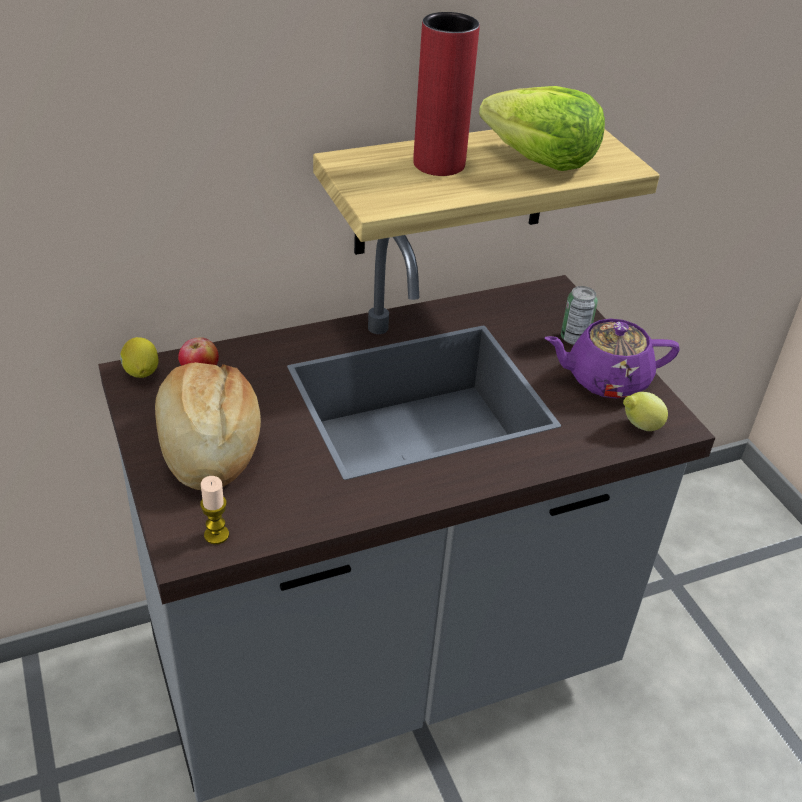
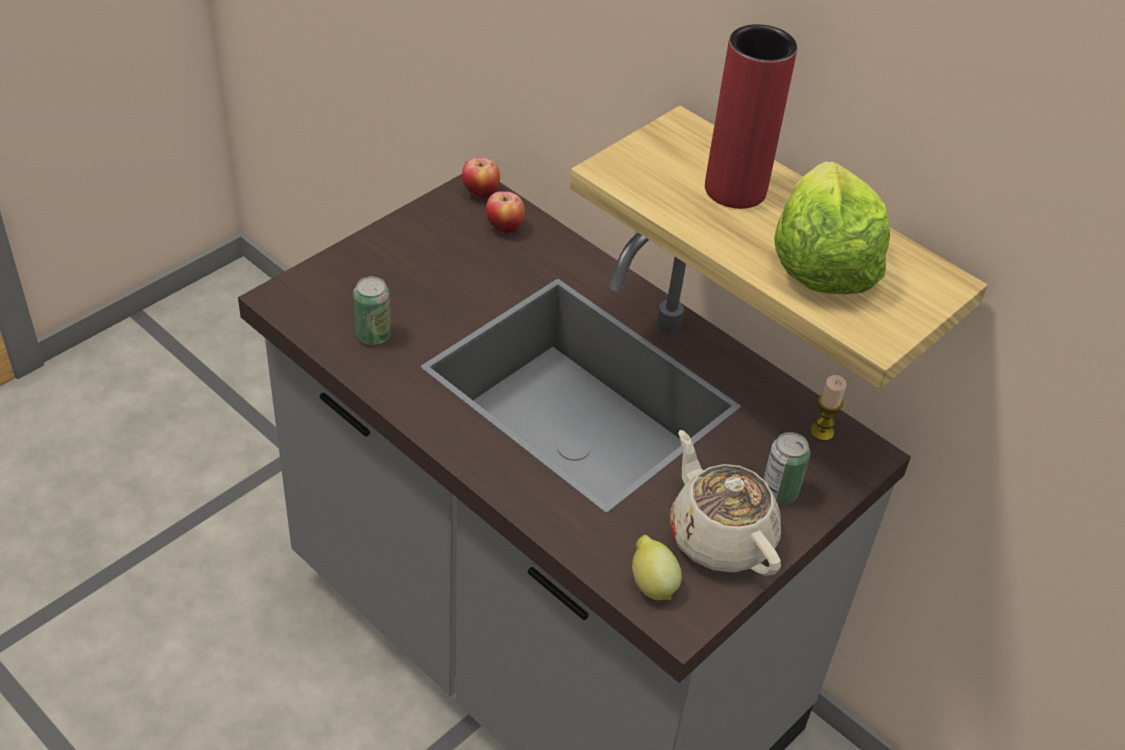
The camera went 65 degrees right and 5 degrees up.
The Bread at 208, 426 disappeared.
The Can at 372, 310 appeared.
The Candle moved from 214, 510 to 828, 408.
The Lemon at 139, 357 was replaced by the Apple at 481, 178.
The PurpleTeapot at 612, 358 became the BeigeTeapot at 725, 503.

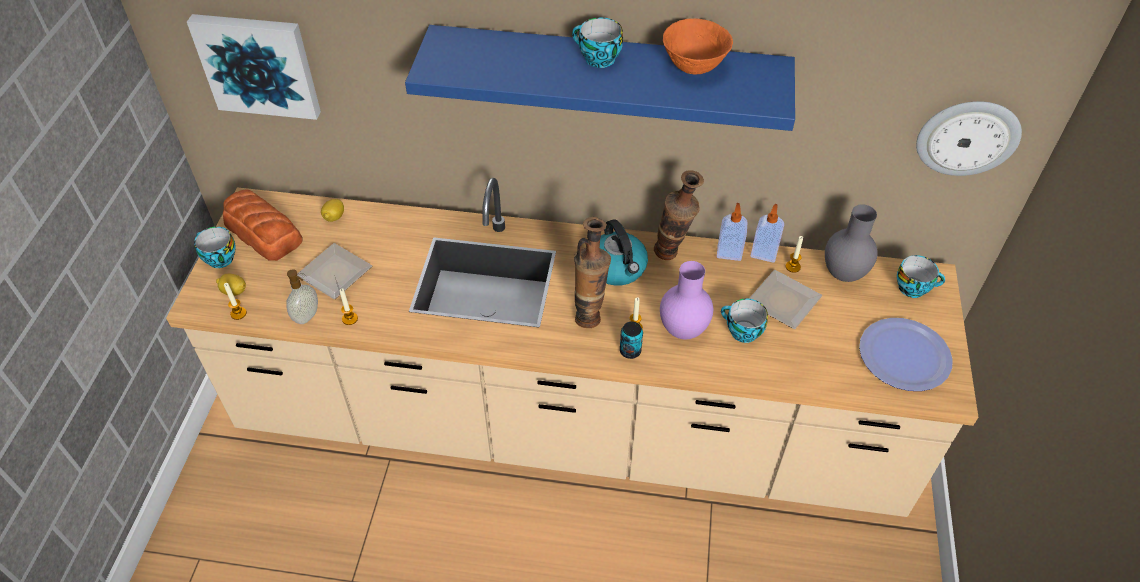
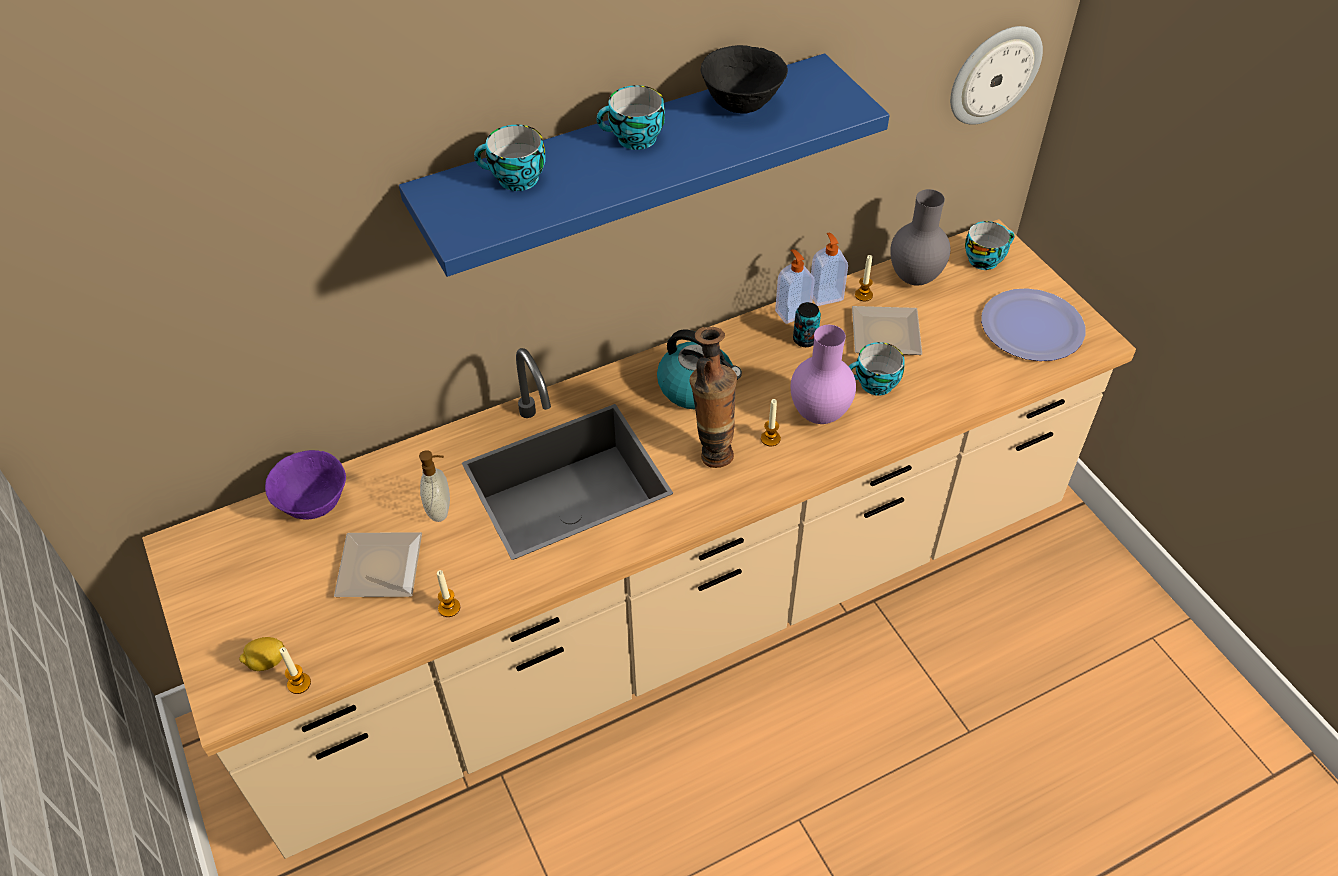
The camera went 35 degrees left and 0 degrees up.
The Picture at 254, 67 disappeared.
The Bread at 262, 225 disappeared.
The Vase at 679, 215 disappeared.
The Cup moved from 215, 247 to 510, 158.
The SoapDispenser moved from 302, 296 to 434, 486.
The Can moved from 631, 340 to 807, 324.
The Lemon at 332, 210 was replaced by the PurpleBowl at 305, 485.
The OrangeBowl at 698, 46 became the BlackBowl at 744, 79.

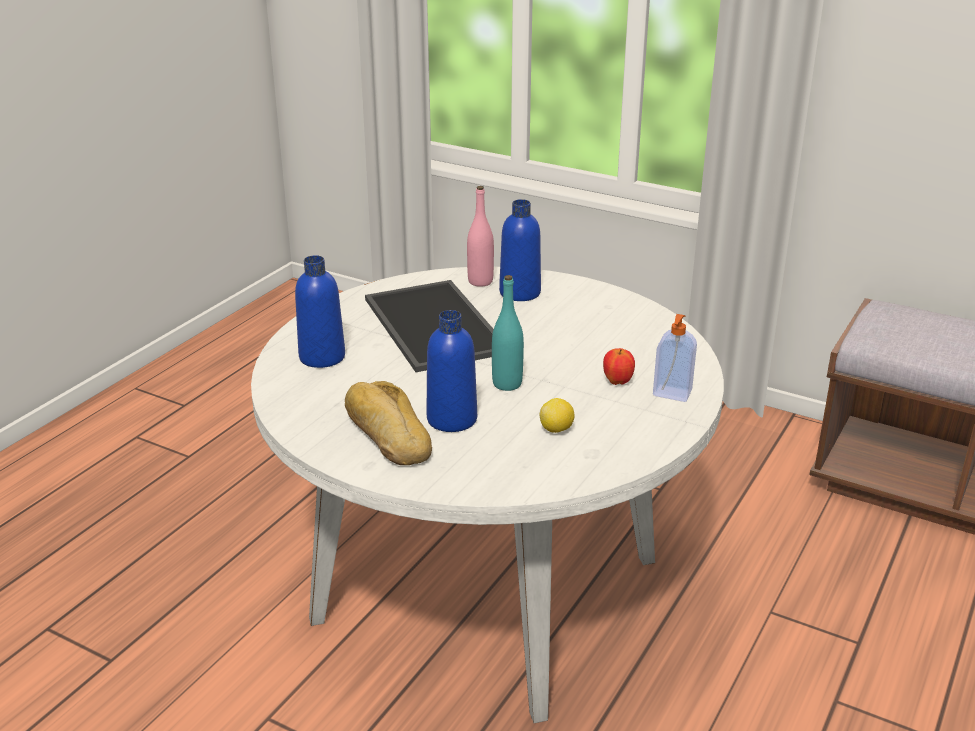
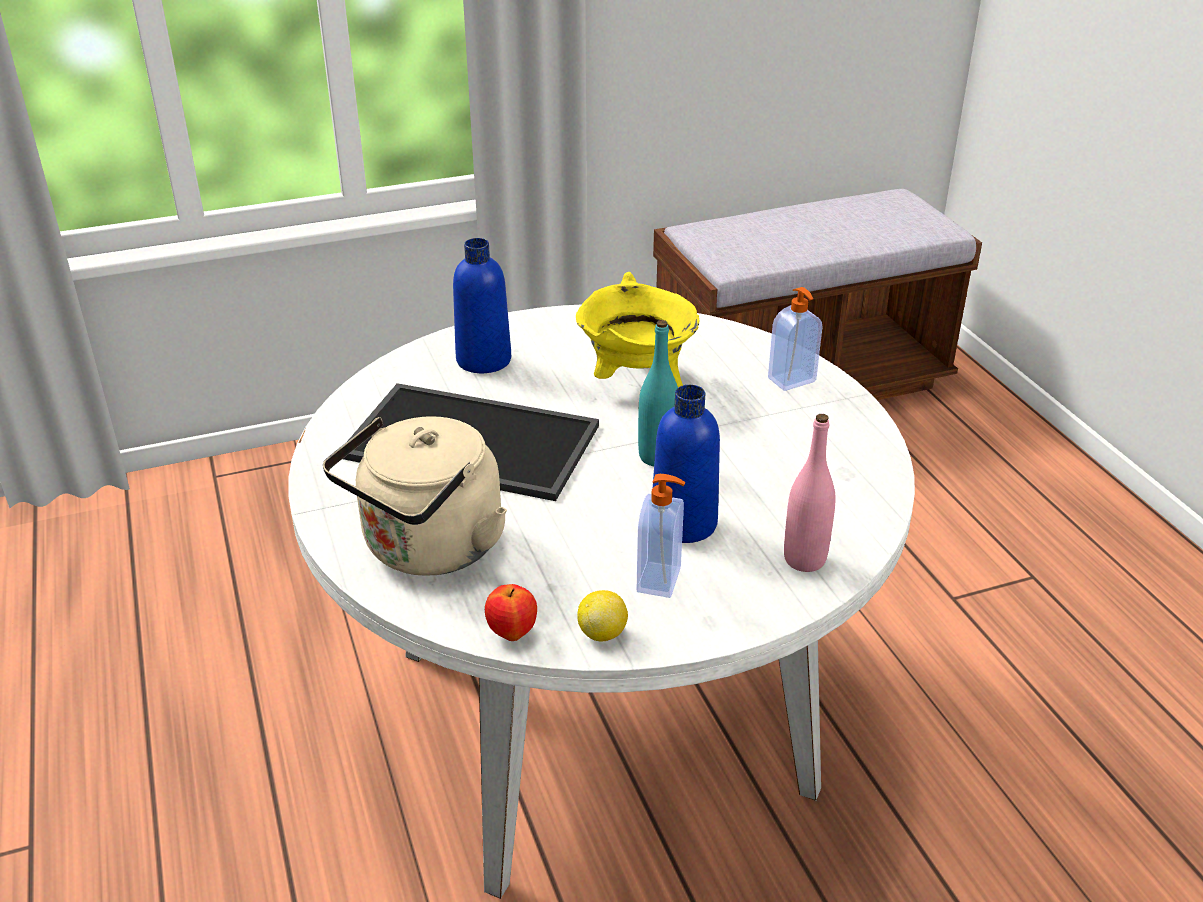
The camera went 50 degrees left and 5 degrees up.
The YellowCookingPot at 637, 329 appeared.
The PinkBottle moved from 480, 236 to 809, 493.
The Lemon moved from 557, 415 to 602, 615.
The Apple moved from 619, 366 to 511, 612.
The BlueBottle at 320, 311 was replaced by the BeigeKettle at 415, 496.
The Bread at 388, 423 was replaced by the SoapDispenser at 661, 536.

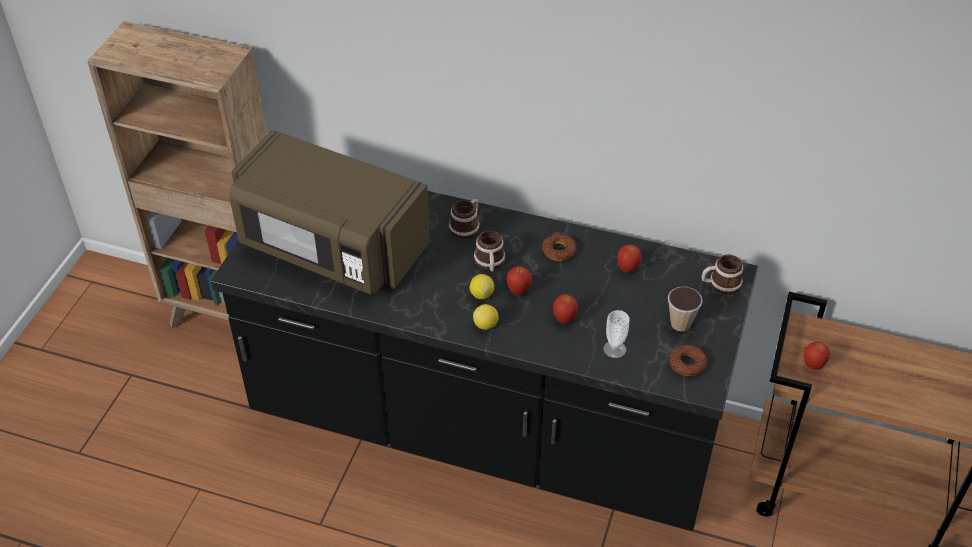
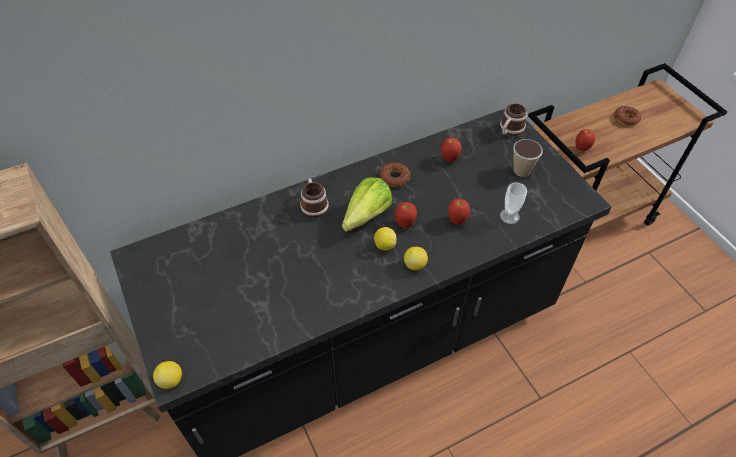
The camera went 45 degrees left and 5 degrees up.
The BrownMicrowave at 329, 212 disappeared.
The Lemon at 167, 375 appeared.
The Donut moved from 688, 360 to 627, 116.
The Mug at 489, 251 was replaced by the Lettuce at 367, 205.

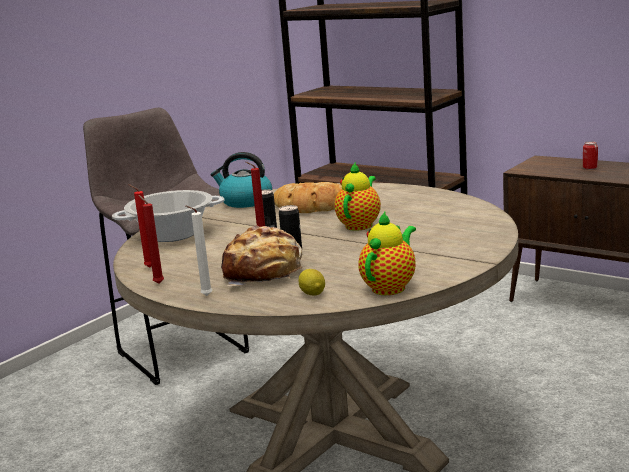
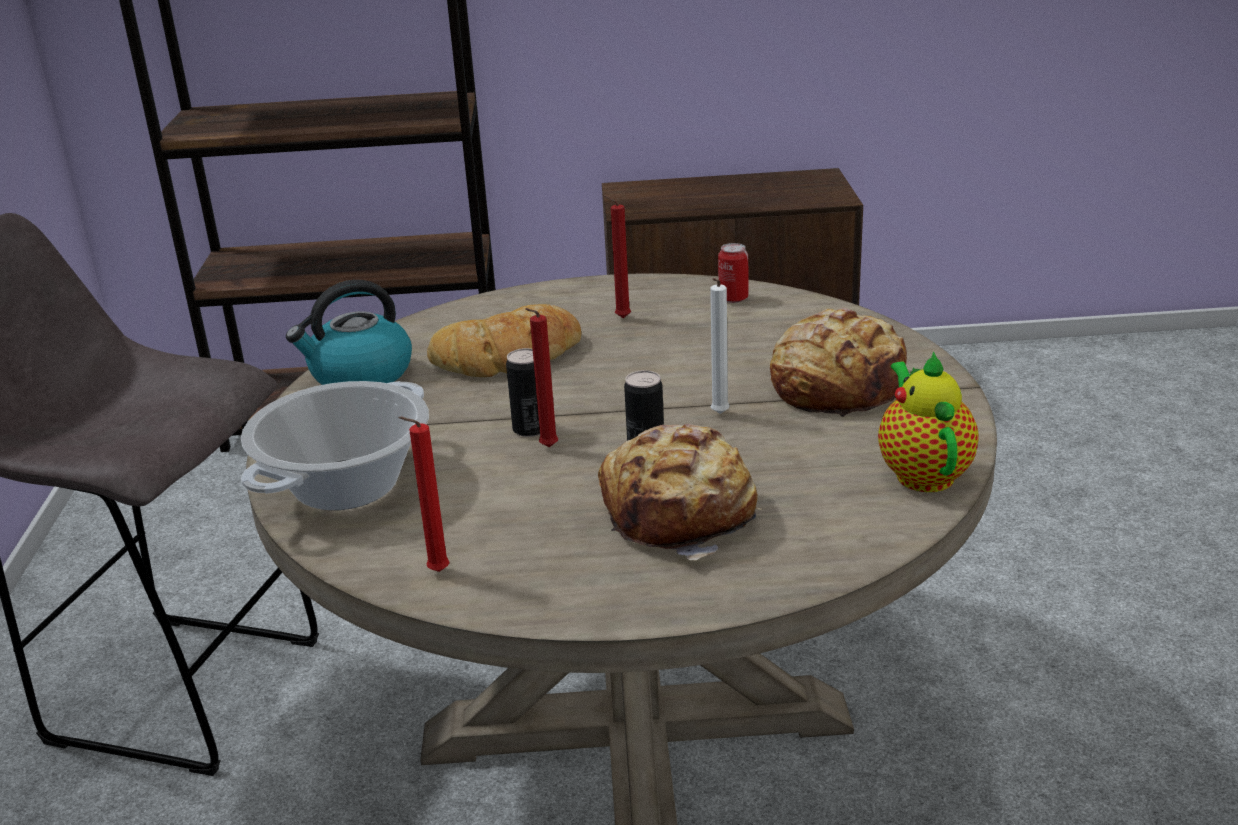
The camera went 40 degrees left and 10 degrees up.
The Lemon at 312, 282 disappeared.
The Teapot at 357, 196 disappeared.
The Bread at 838, 362 appeared.
The RedCandle moved from 151, 239 to 617, 256.
The WhiteCandle moved from 199, 251 to 720, 346.
The Can moved from 590, 155 to 733, 273.

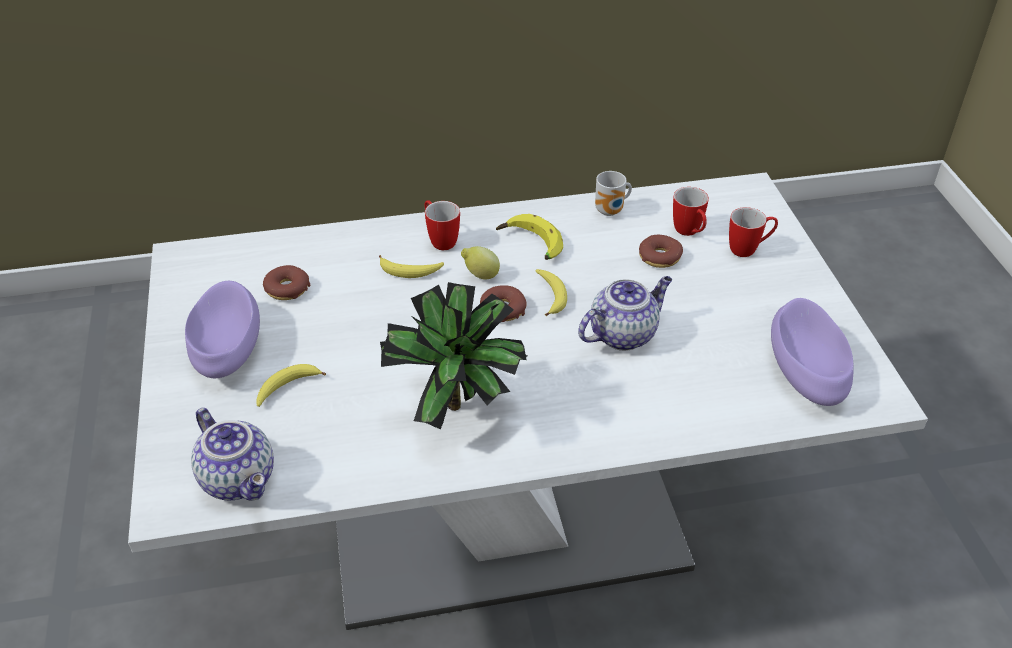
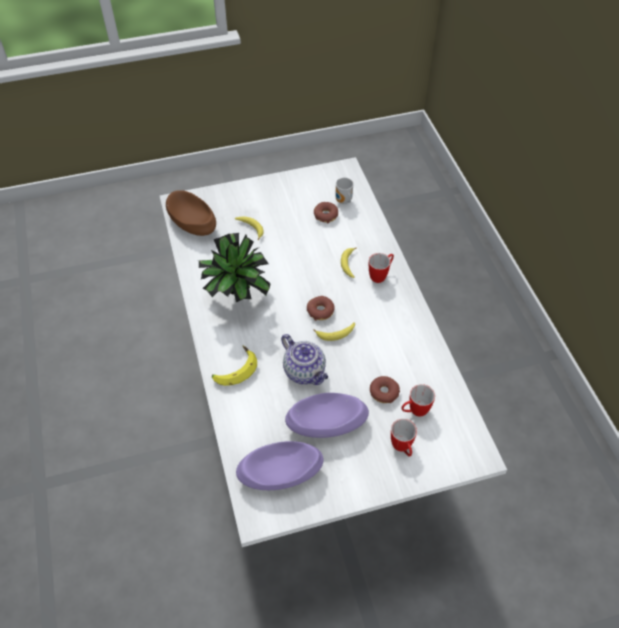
The camera went 85 degrees right and 10 degrees up.
The Lemon at 480, 263 disappeared.
The PurpleBowl moved from 222, 329 to 327, 415.
The Banana moved from 529, 237 to 234, 365.
The Mug moved from 613, 193 to 344, 191.
The Teapot at 232, 454 was replaced by the BrownBowl at 191, 213.

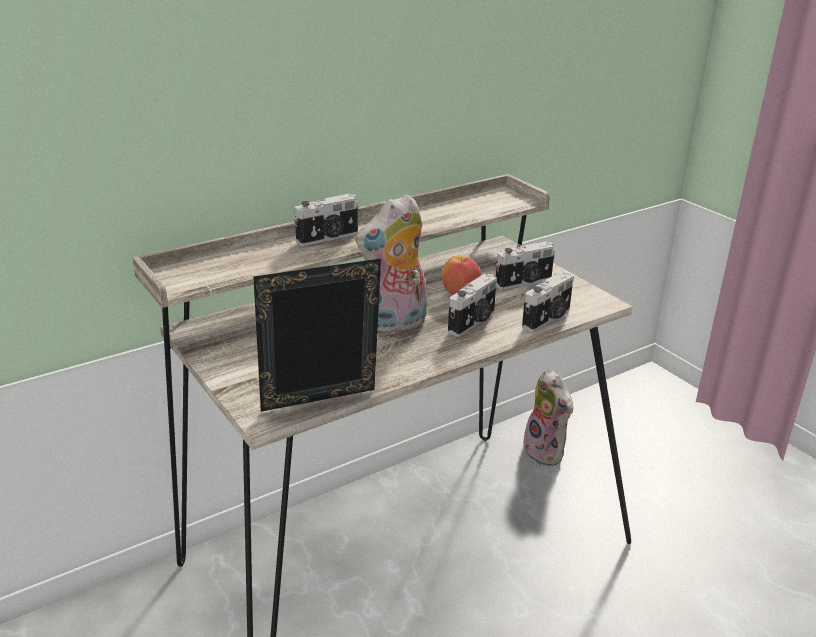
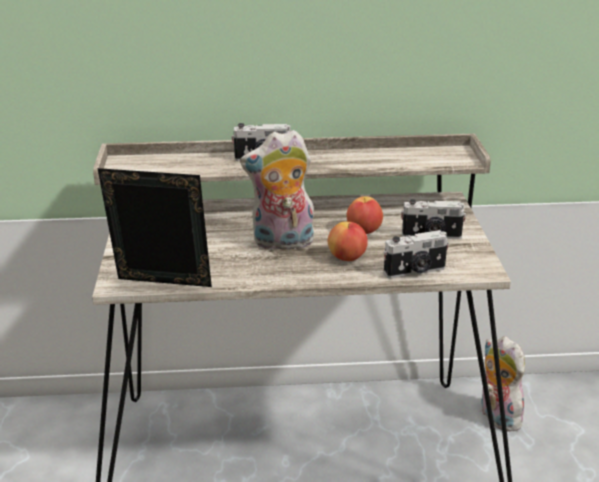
The camera went 30 degrees right and 0 degrees up.
The PhotoCamera at 472, 305 was replaced by the Apple at 348, 241.
The PlushToy at 548, 417 turned 150 degrees clockwise.

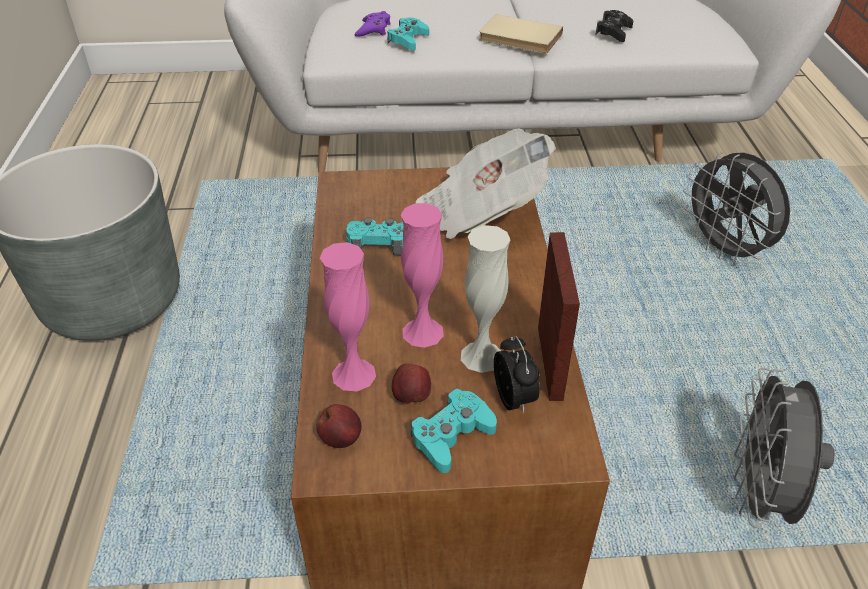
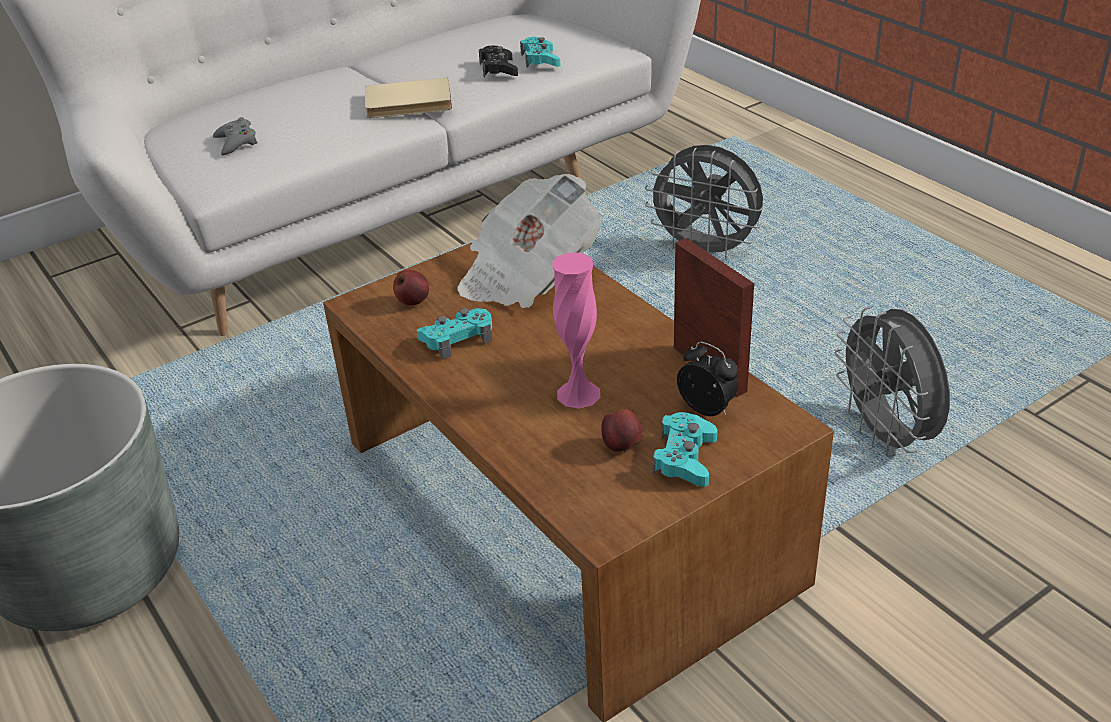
The camera went 30 degrees left and 5 degrees down.
The PinkVase at 348, 316 disappeared.
The WhiteVase at 485, 299 disappeared.
The Apple moved from 339, 426 to 411, 288.
The TurquoiseGameController moved from 408, 34 to 540, 52.
The PurpleGameController at 373, 24 became the GreyGameController at 235, 136.

